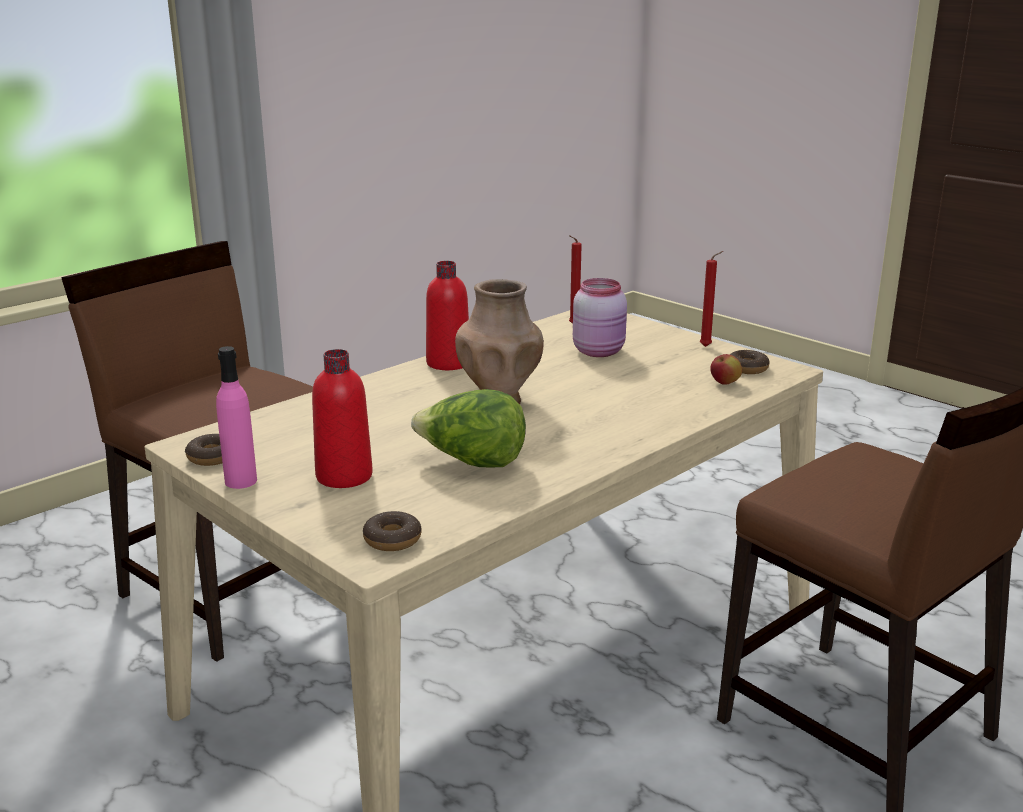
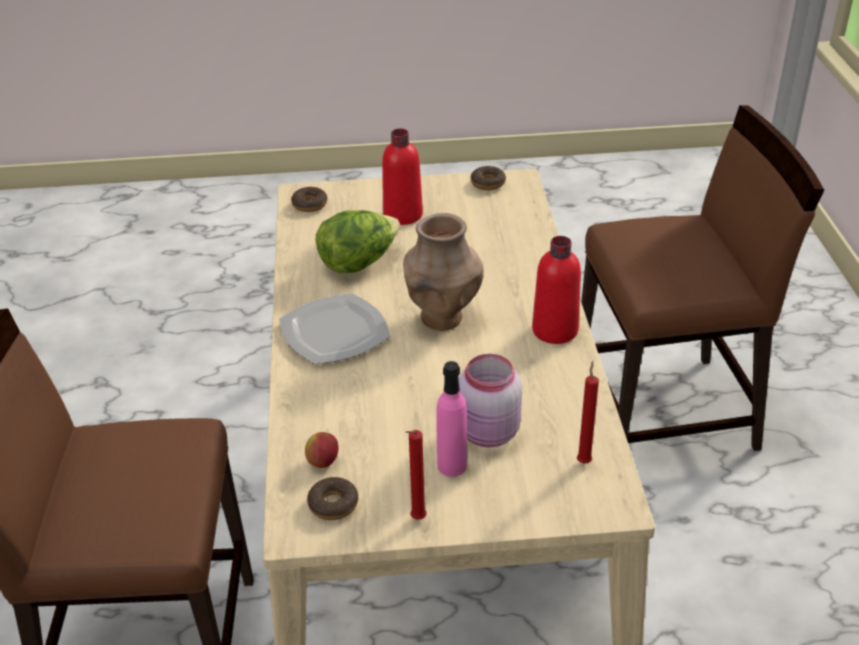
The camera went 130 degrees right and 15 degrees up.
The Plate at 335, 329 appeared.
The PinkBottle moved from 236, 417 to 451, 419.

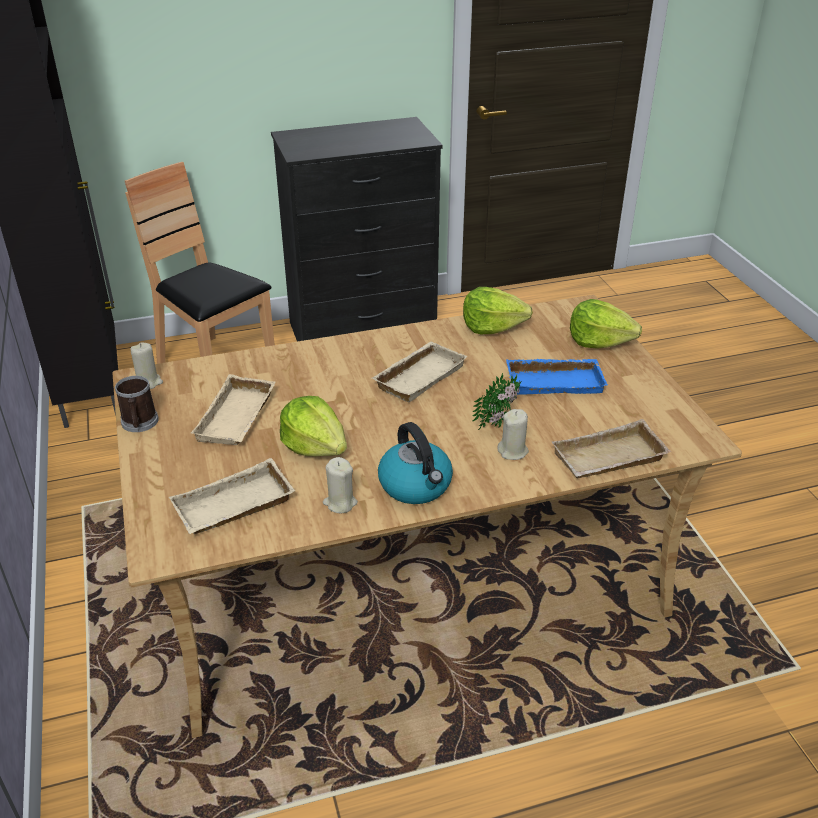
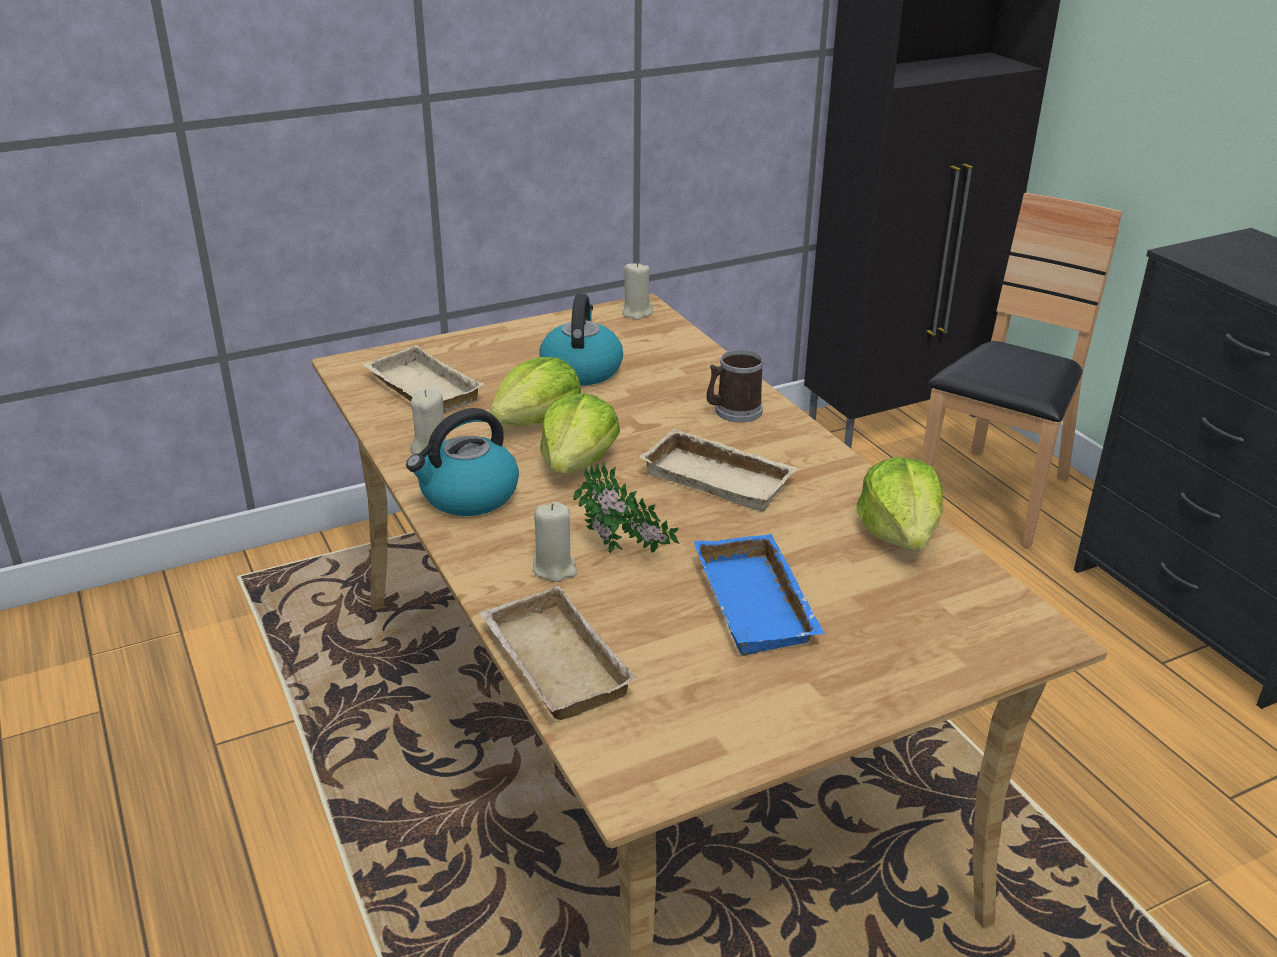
The camera went 80 degrees right and 5 degrees down.
The Mug moved from 137, 404 to 734, 386.
The Lettuce moved from 606, 324 to 580, 433.
The BeigeTray at 233, 409 was replaced by the Kettle at 581, 340.

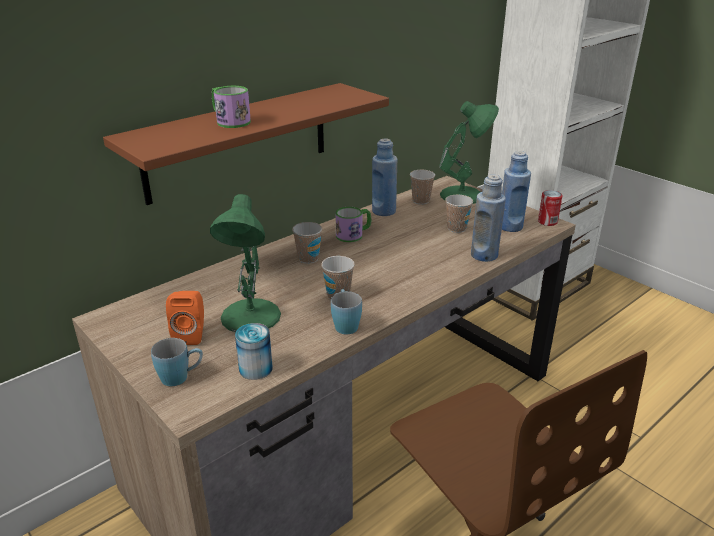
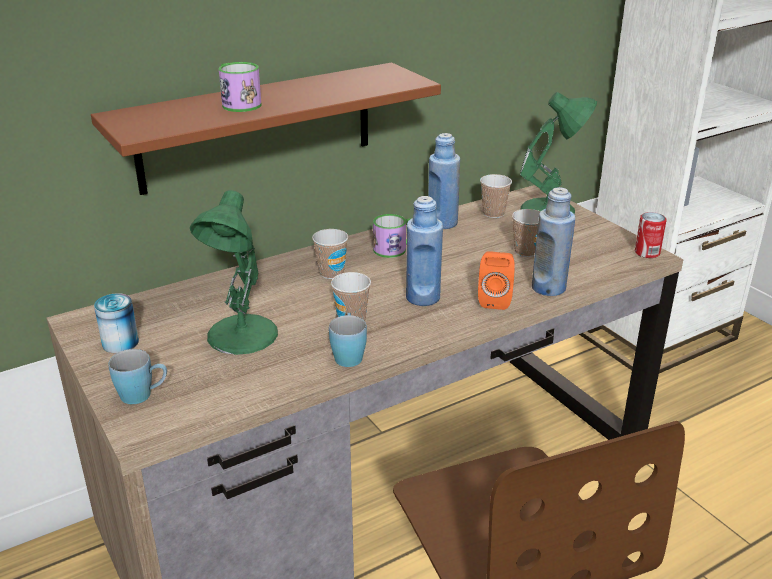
The camera went 10 degrees right and 0 degrees up.
The OrangeSpeaker moved from 185, 318 to 496, 280.
The Can moved from 254, 351 to 116, 323.
The BlueBottle moved from 516, 191 to 424, 251.

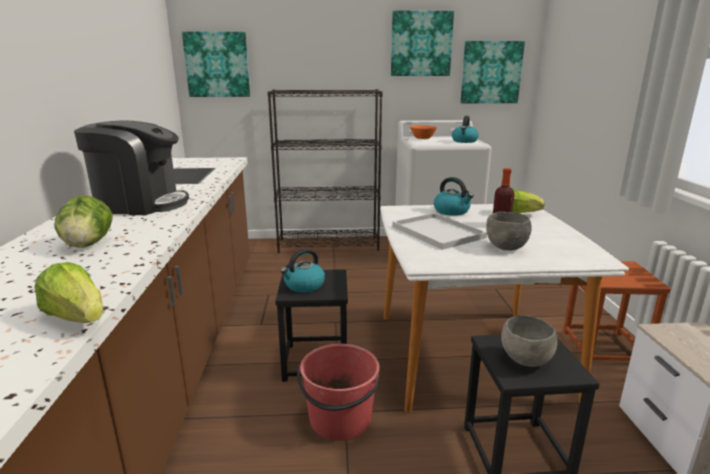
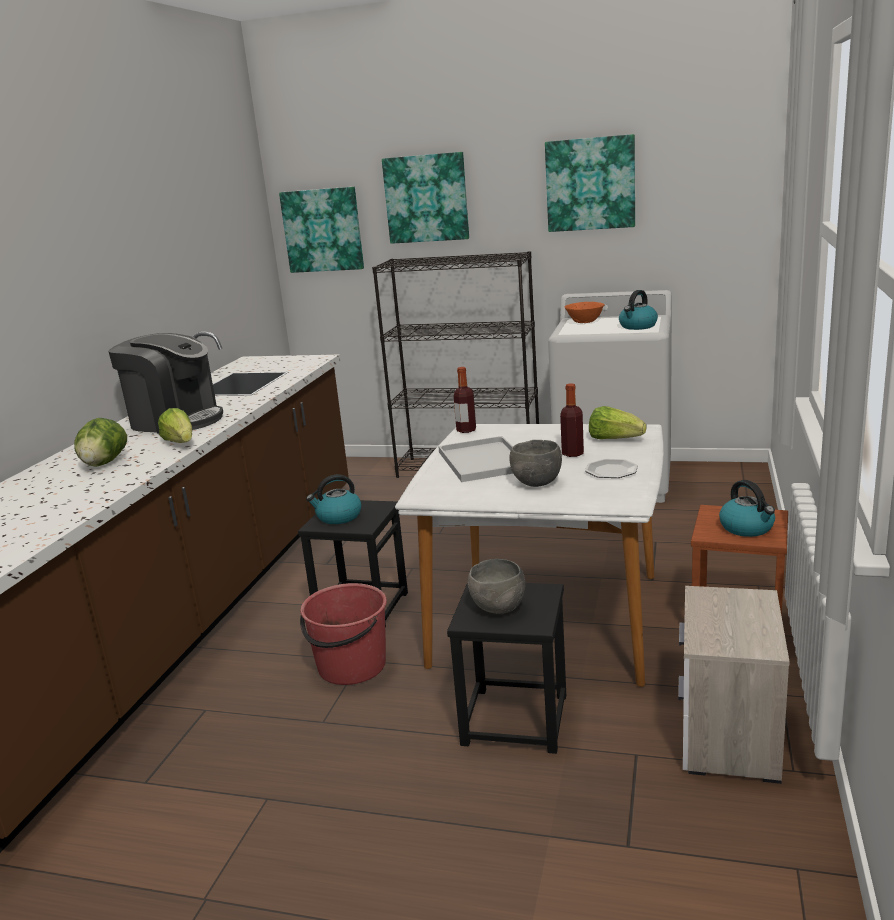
The camera went 20 degrees right and 0 degrees up.
The Bottle at 465, 400 appeared.
The Plate at 611, 468 appeared.
The Lettuce moved from 69, 292 to 175, 425.
The Kettle moved from 454, 196 to 747, 508.
The Picture moved from 492, 72 to 425, 198.

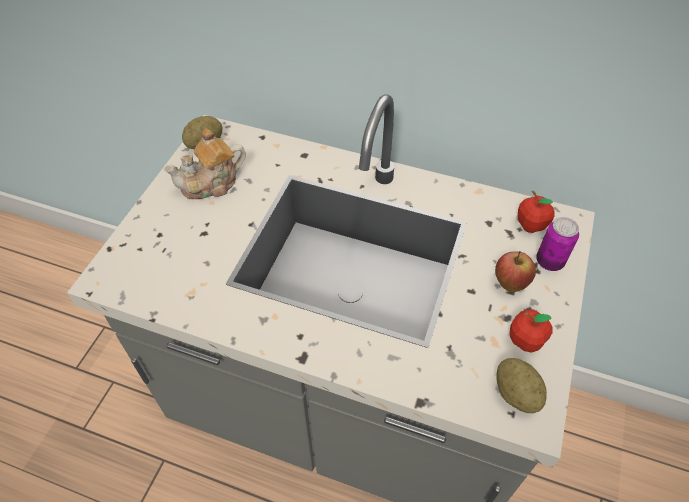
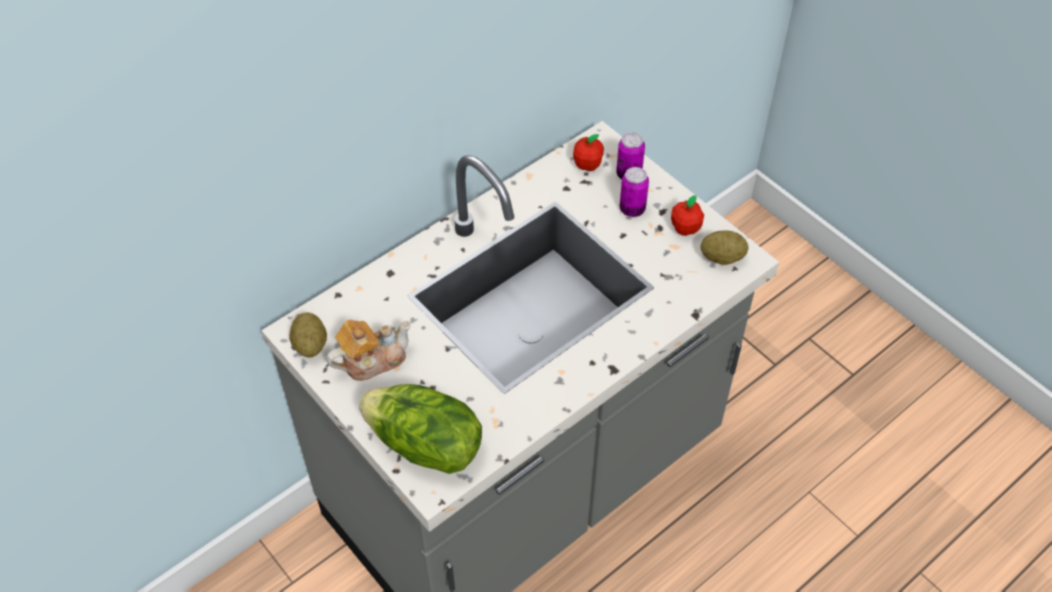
The camera went 60 degrees left and 0 degrees up.
The Lettuce at 420, 429 appeared.
The Apple at 515, 271 was replaced by the Can at 634, 192.
The Teapot at 204, 164 turned 120 degrees counterclockwise.

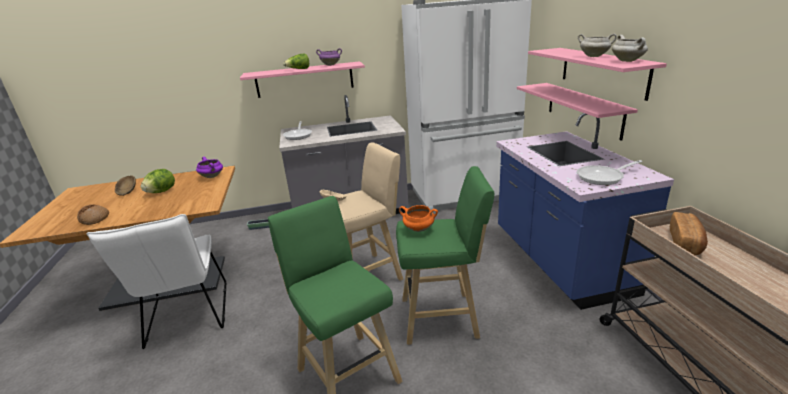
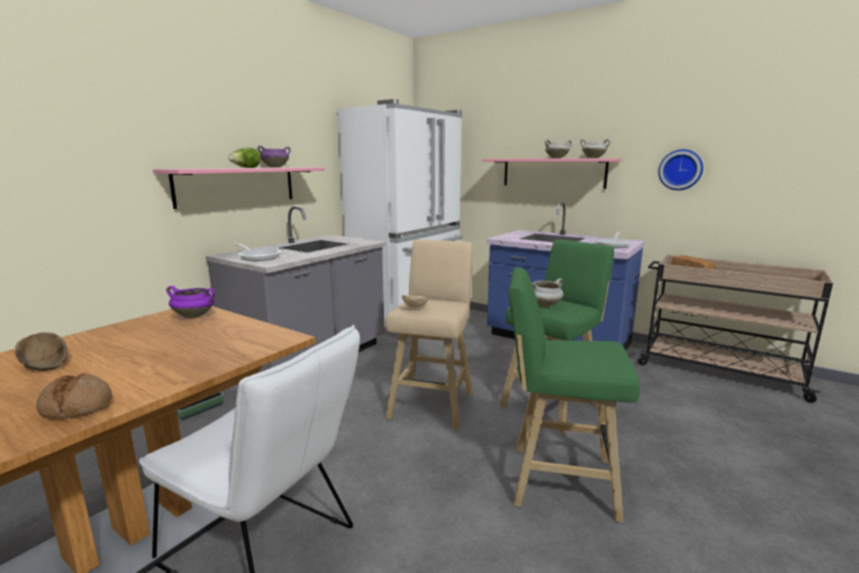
The camera went 45 degrees left and 10 degrees down.
The Lettuce at 158, 181 disappeared.
The PinkShelf at 577, 112 disappeared.
The WallClock at 680, 169 appeared.
The OrangeCookingPot at 418, 218 became the WhiteCookingPot at 547, 292.

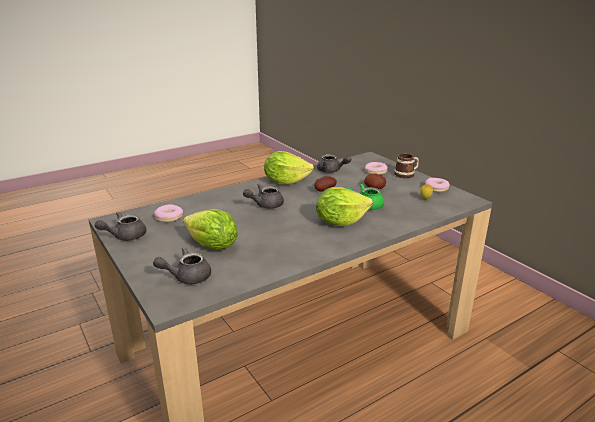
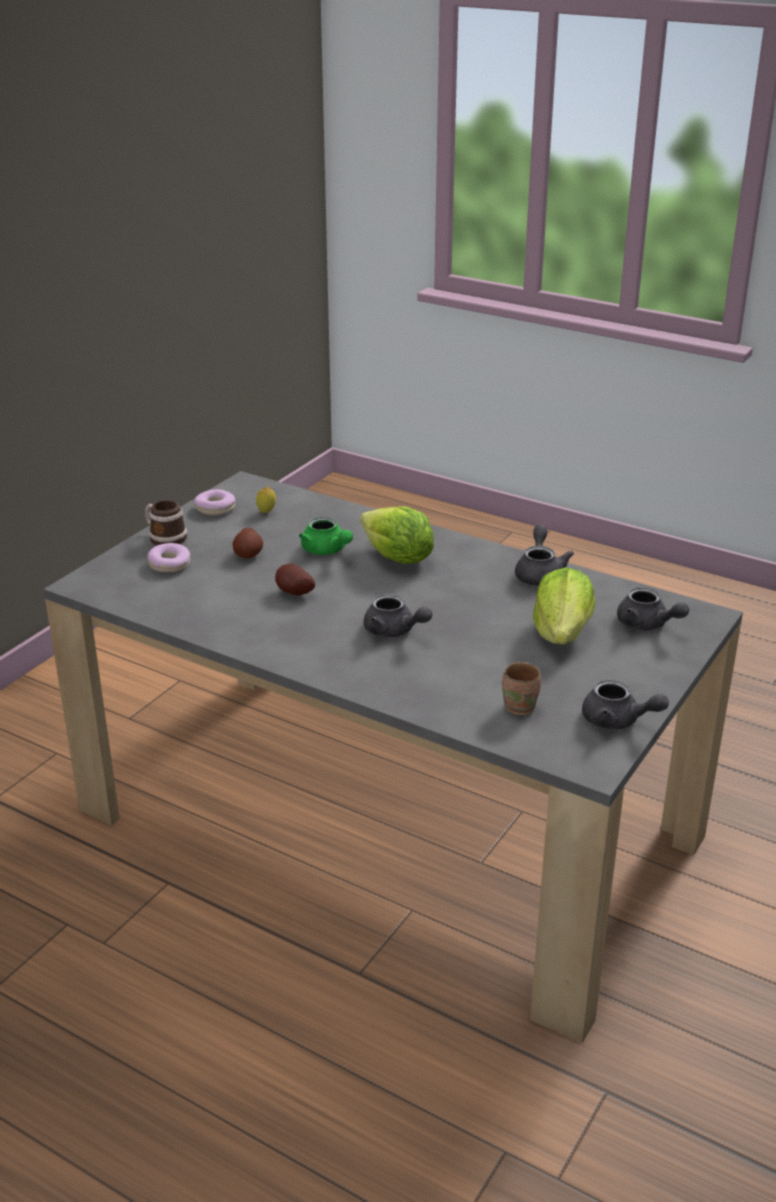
The camera went 115 degrees left and 5 degrees up.
The Lettuce at 289, 167 disappeared.
The GreyTeapot moved from 334, 163 to 544, 555.
The Donut at 168, 213 was replaced by the BrownMug at 521, 688.

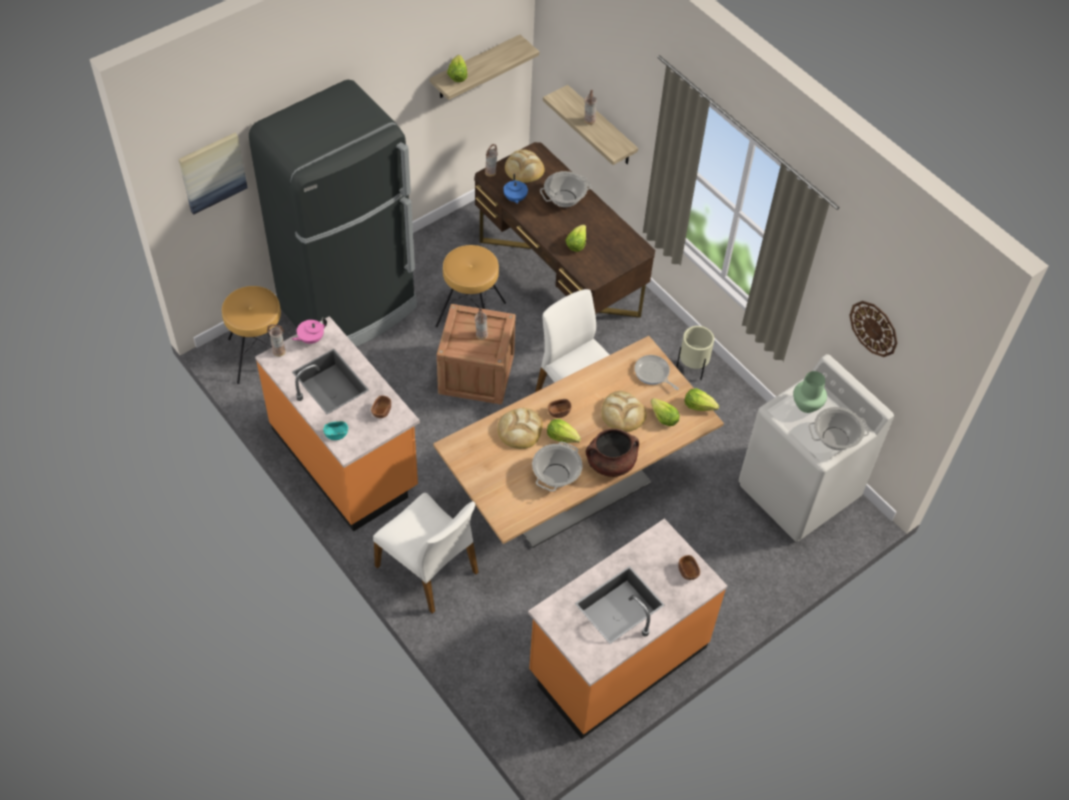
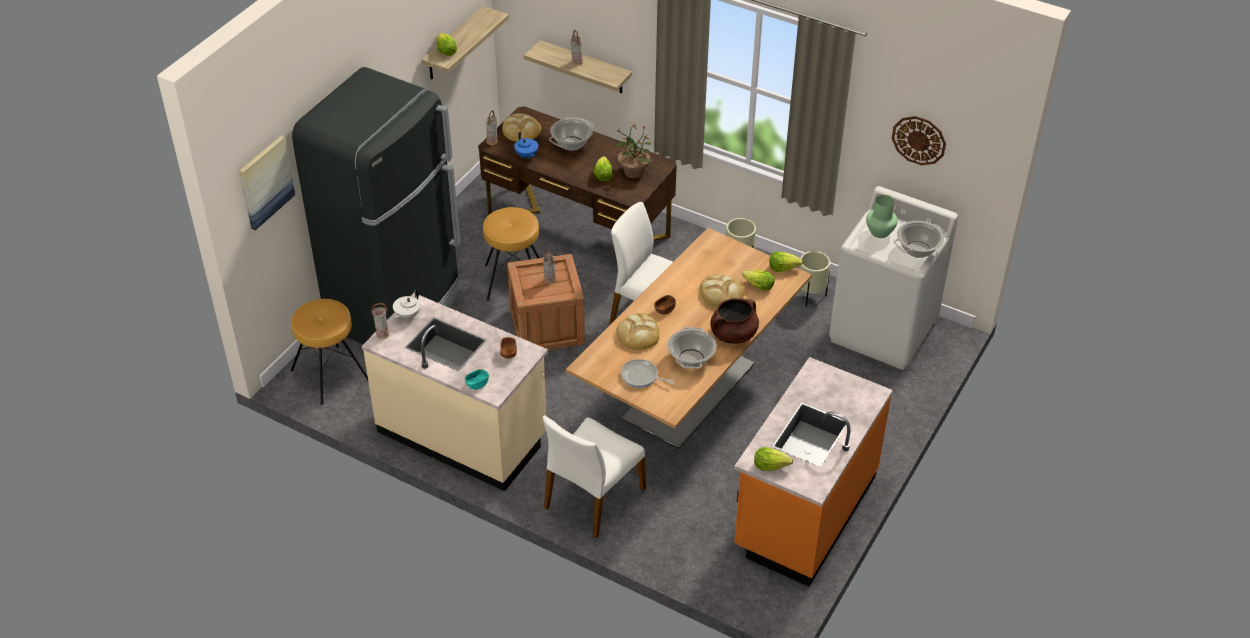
The camera went 20 degrees left and 10 degrees down.
The BrownBowl at 689, 567 disappeared.
The PottedPlant at 632, 150 appeared.
The BeigePlanter at 814, 279 appeared.
The Lettuce moved from 564, 431 to 773, 459.
The FryingPan moved from 656, 372 to 647, 373.
The OrangeCounter at 337, 424 became the BeigeCounter at 455, 392.
The PinkTeapot at 309, 331 became the WhiteTeapot at 406, 305.
The WhiteChair at 425, 553 turned 105 degrees clockwise.

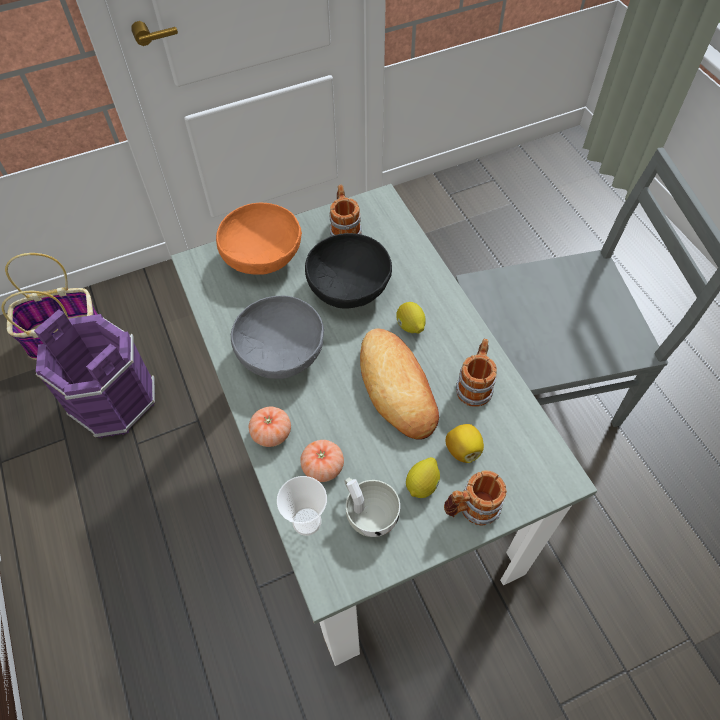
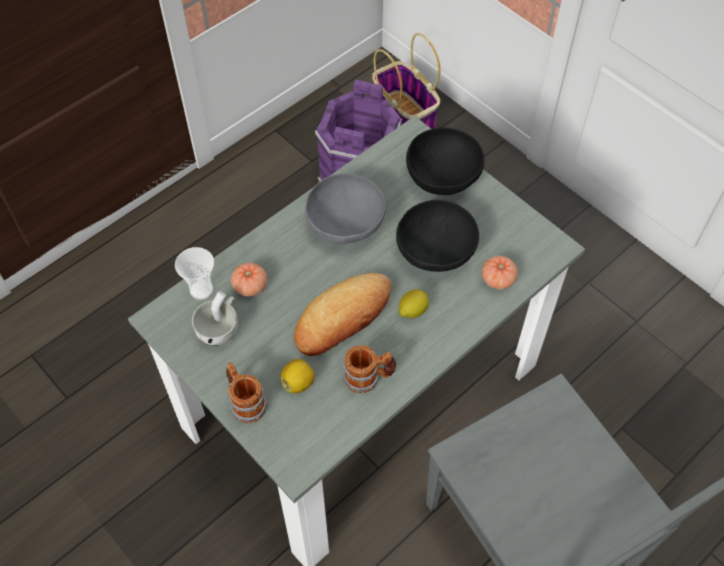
The camera went 70 degrees right and 0 degrees up.
The Mug at 345, 210 disappeared.
The Lemon at 423, 477 disappeared.
The Tomato moved from 270, 426 to 500, 273.
The OrangeBowl at 259, 239 became the BlackBowl at 445, 161.

